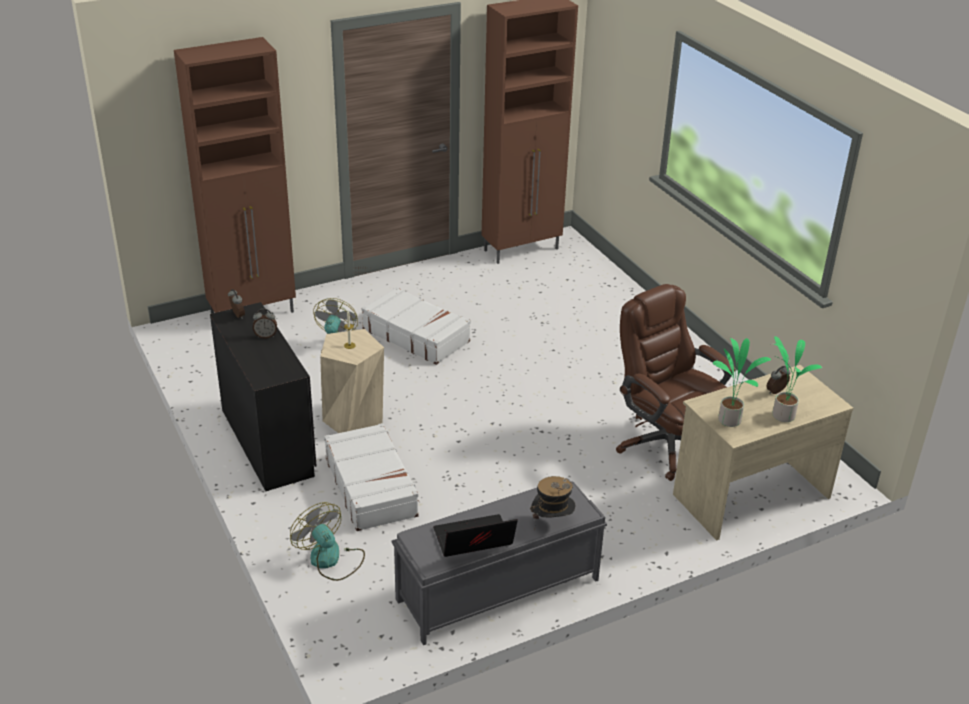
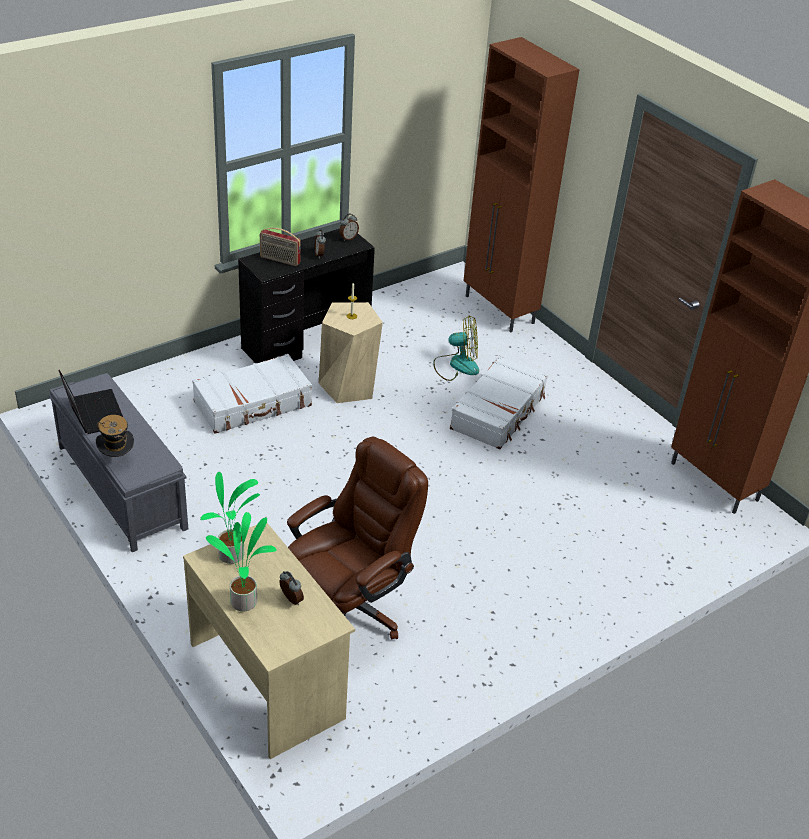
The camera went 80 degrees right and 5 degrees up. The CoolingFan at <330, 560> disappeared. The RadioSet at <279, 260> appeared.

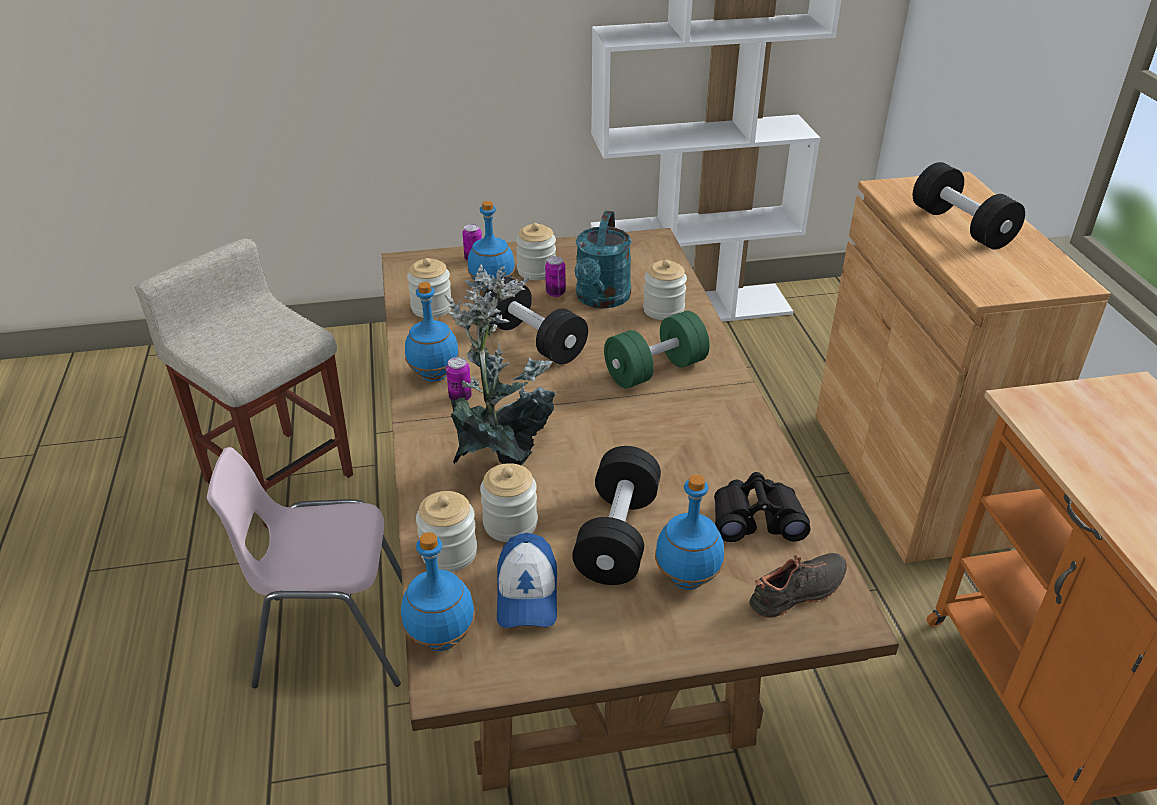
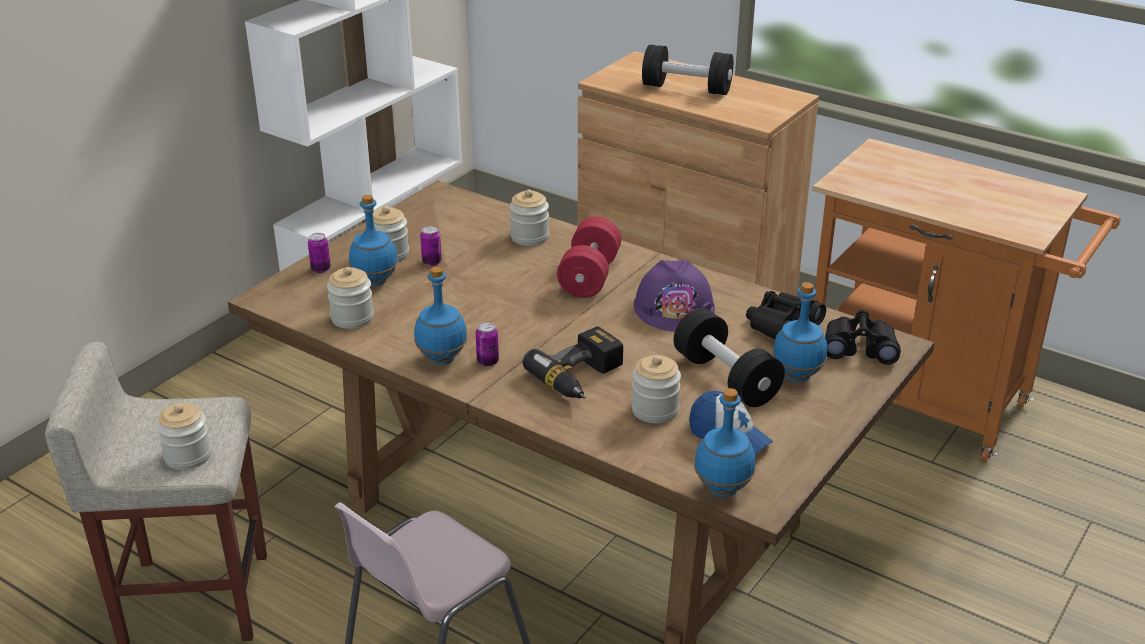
The camera went 45 degrees left and 5 degrees down. The StorageJar moved from <449, 553> to <188, 456>. The PottedPlant at <503, 456> was replaced by the Drill at <582, 378>. The BlackishDumbbell at <534, 340> disappeared. The TurquoiseWateringPot at <601, 299> disappeared. The GreenDumbbell at <655, 370> became the RedColouredDumbbell at <589, 277>. The BlackishShoe at <799, 594> was replaced by the BlackishBinoculars at <859, 348>. The PurpleColouredHardHat at <674, 307> appeared.

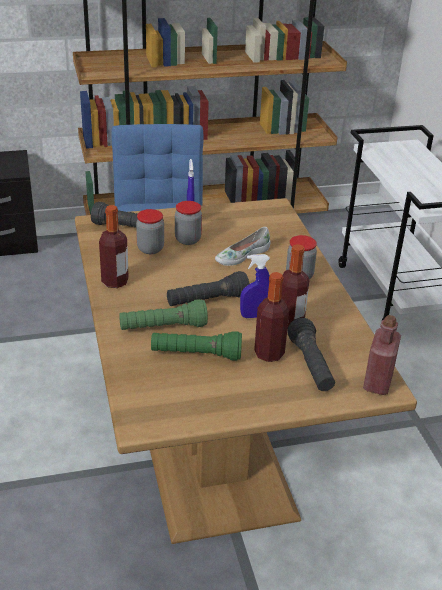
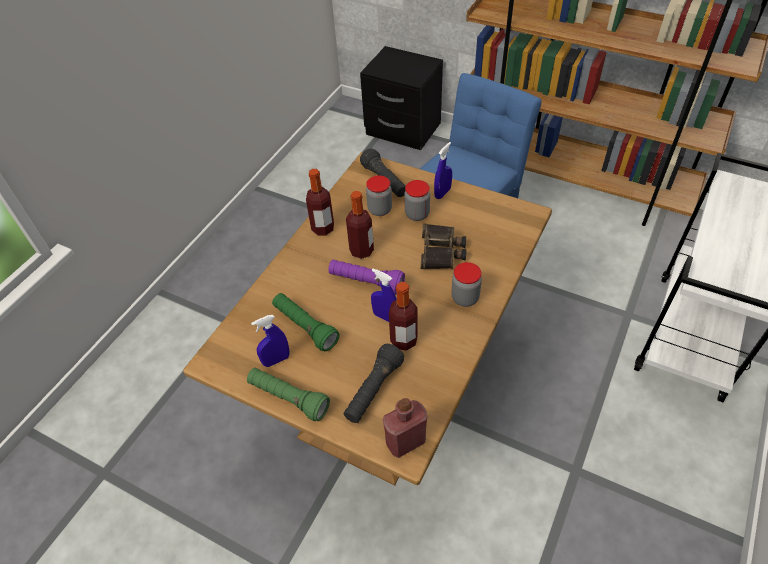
The camera went 45 degrees right and 15 degrees up. The GreenTorch moved from <163, 327> to <288, 398>. The BlackishTorch at <207, 301> became the PurpleColouredTorch at <366, 282>. The WhiteColouredShoe at <241, 255> was replaced by the Binoculars at <442, 251>. The DrinkBottle moved from <269, 353> to <361, 251>. The BlueSprayer at <276, 360> appeared.

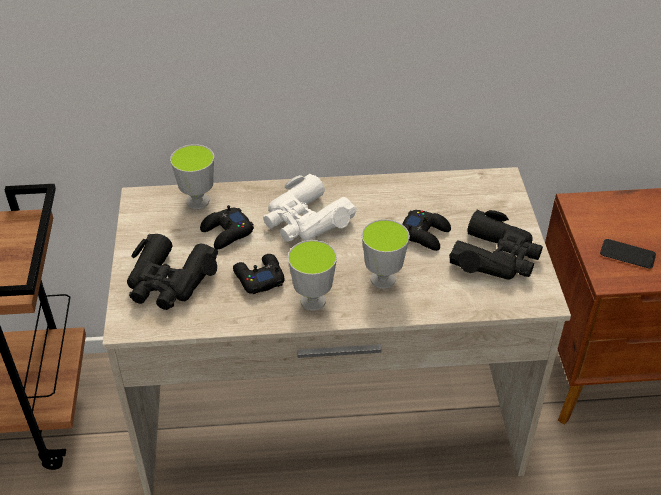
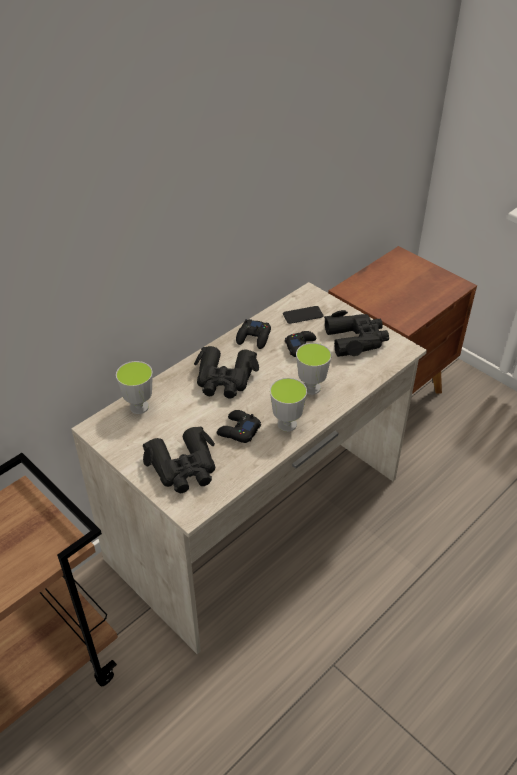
The camera went 40 degrees left and 0 degrees up. The BlackishJoypad moved from <227, 233> to <254, 337>. The WhiteColouredBinoculars at <306, 220> became the BlackishBinoculars at <224, 379>. The Phone moved from <627, 254> to <303, 315>.

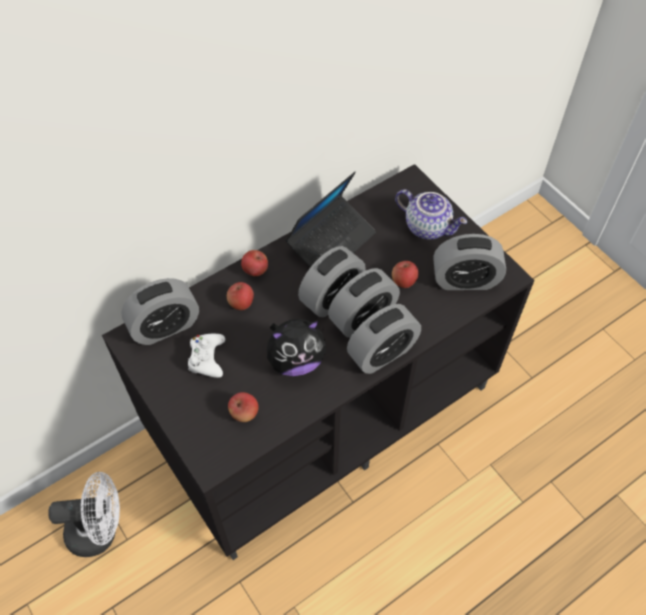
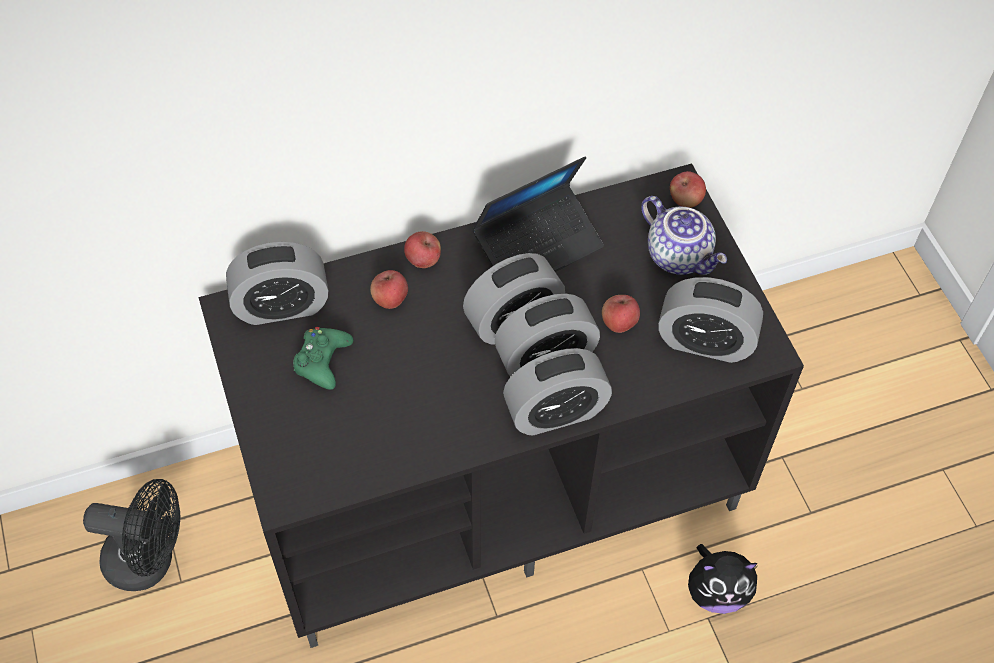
The camera went 15 degrees right and 0 degrees up. The WhiteColouredCoolingFan at <100, 530> became the BlackishCoolingFan at <150, 561>. The WhiteColouredJoypad at <207, 358> became the GreenJoypad at <322, 361>. The WholeApple moved from <244, 413> to <685, 200>. The CuddlyToy moved from <296, 360> to <717, 591>.

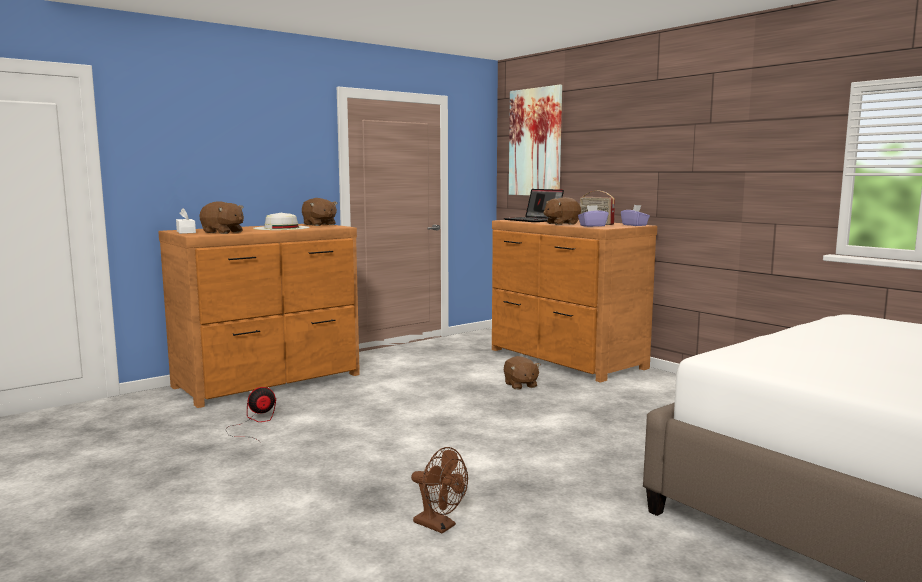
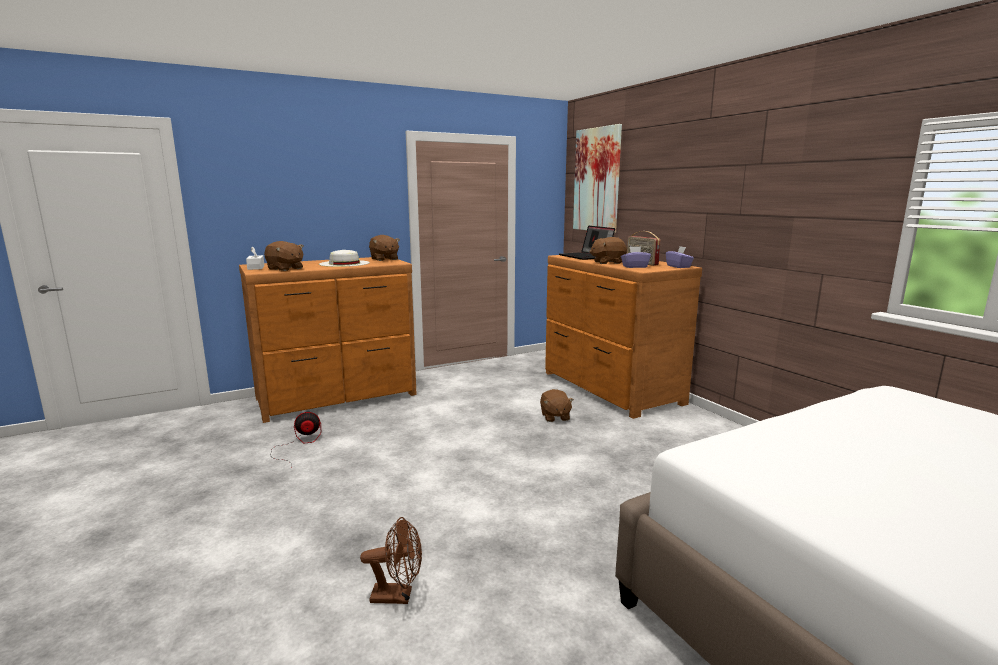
The camera went 10 degrees right and 5 degrees up. The BrownishCoolingFan at <440, 526> turned 45 degrees counterclockwise.

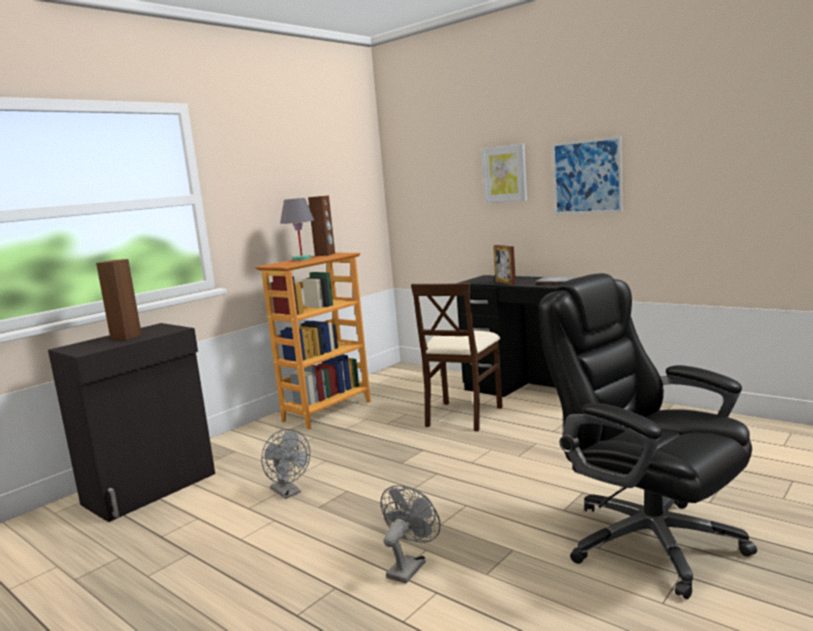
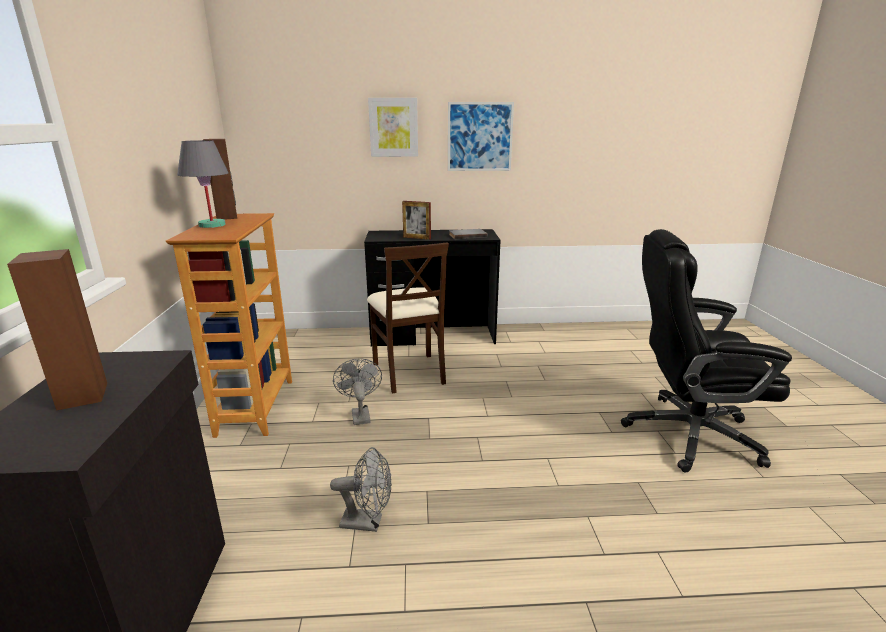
The camera went 45 degrees left and 10 degrees up. The GrayCoolingFan moved from <409, 566> to <360, 414>.

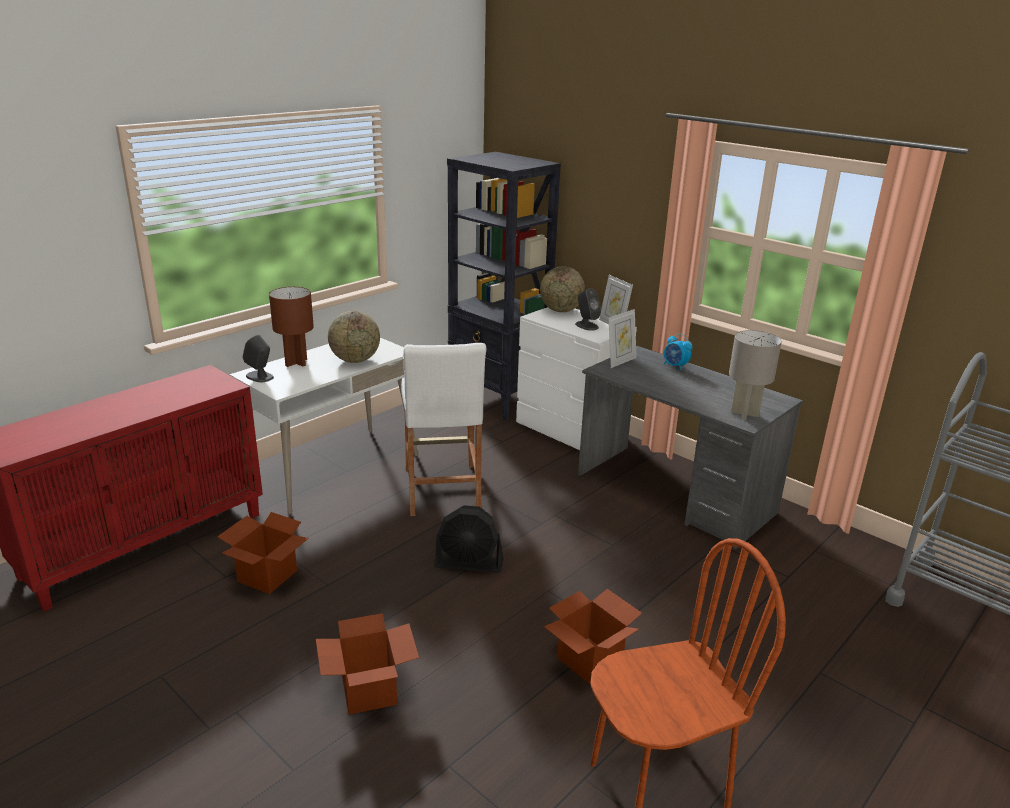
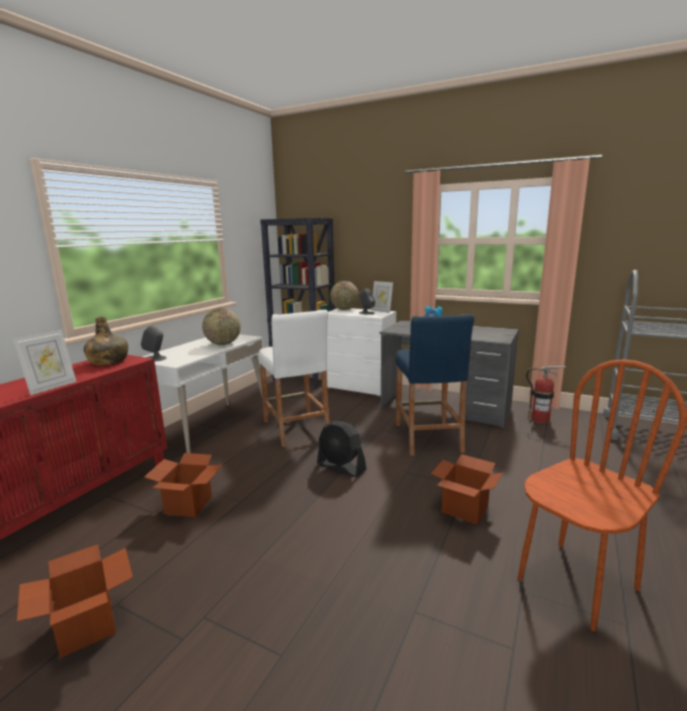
The camera went 15 degrees left and 10 degrees down. The BrownishLampForATable at <297, 362> disappeared. The Carton moved from <368, 691> to <86, 626>. The BlackishCoolingFan at <469, 563> turned 45 degrees clockwise. The PhotoFrame moved from <620, 361> to <52, 387>. The GrayLampForATable at <745, 414> disappeared. The GreenDrinkBottle at <108, 362> appeared. The BlueSittingStool at <428, 437> appeared. The FireExtinguisher at <540, 419> appeared.

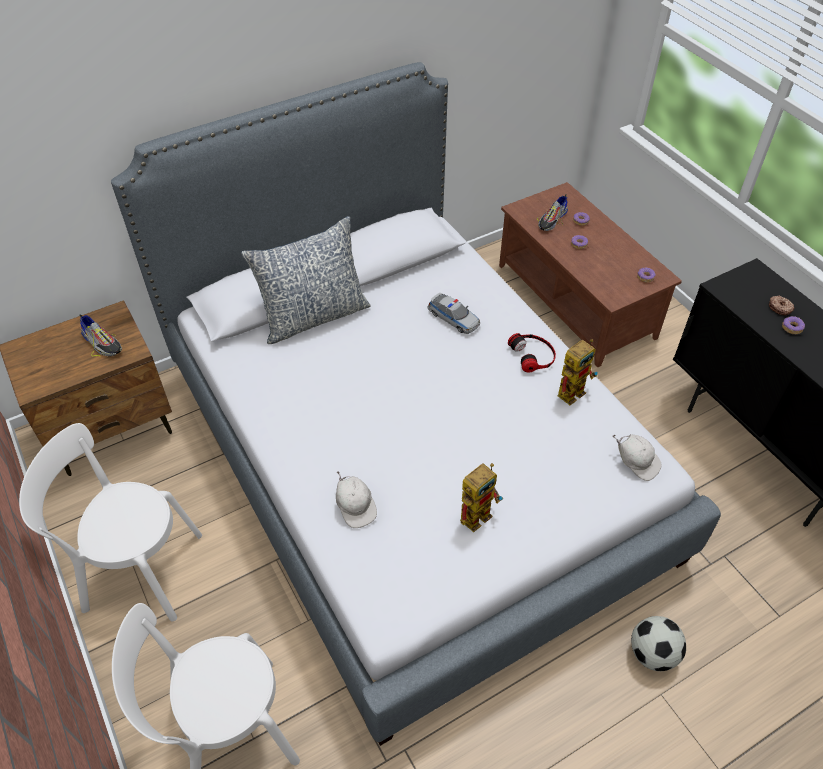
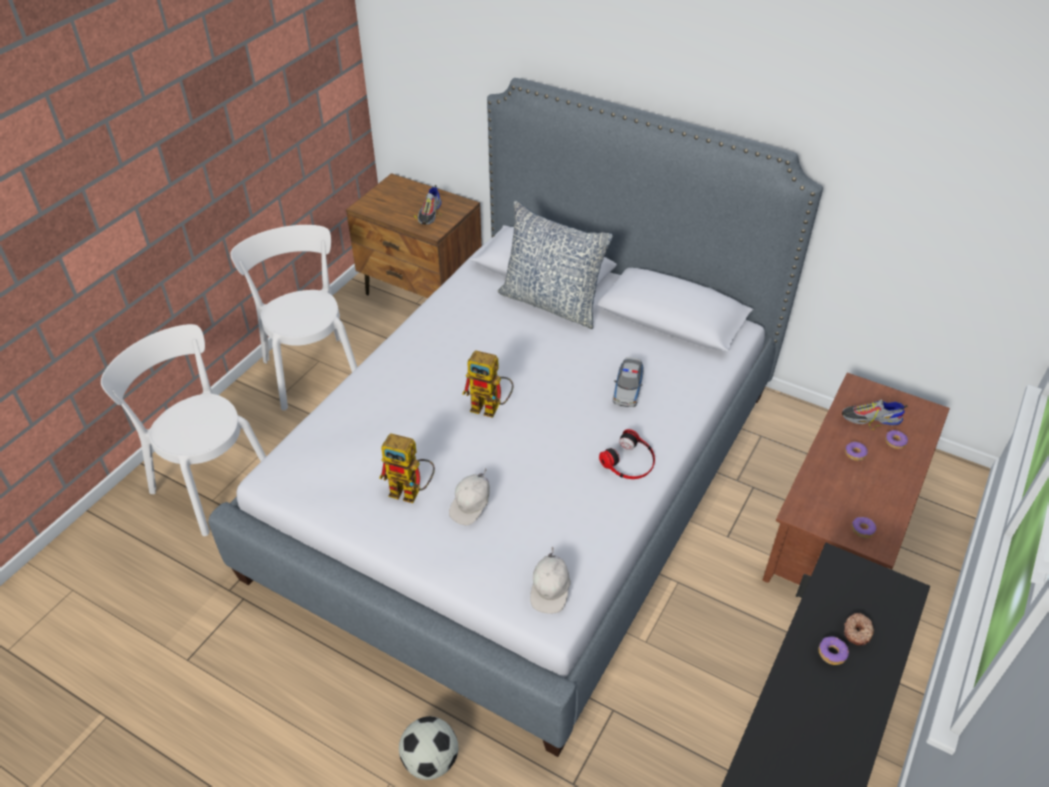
The camera went 60 degrees right and 5 degrees down. The WhiteColouredCap moved from <355, 507> to <471, 506>. The ToyRobot moved from <573, 389> to <491, 408>.

